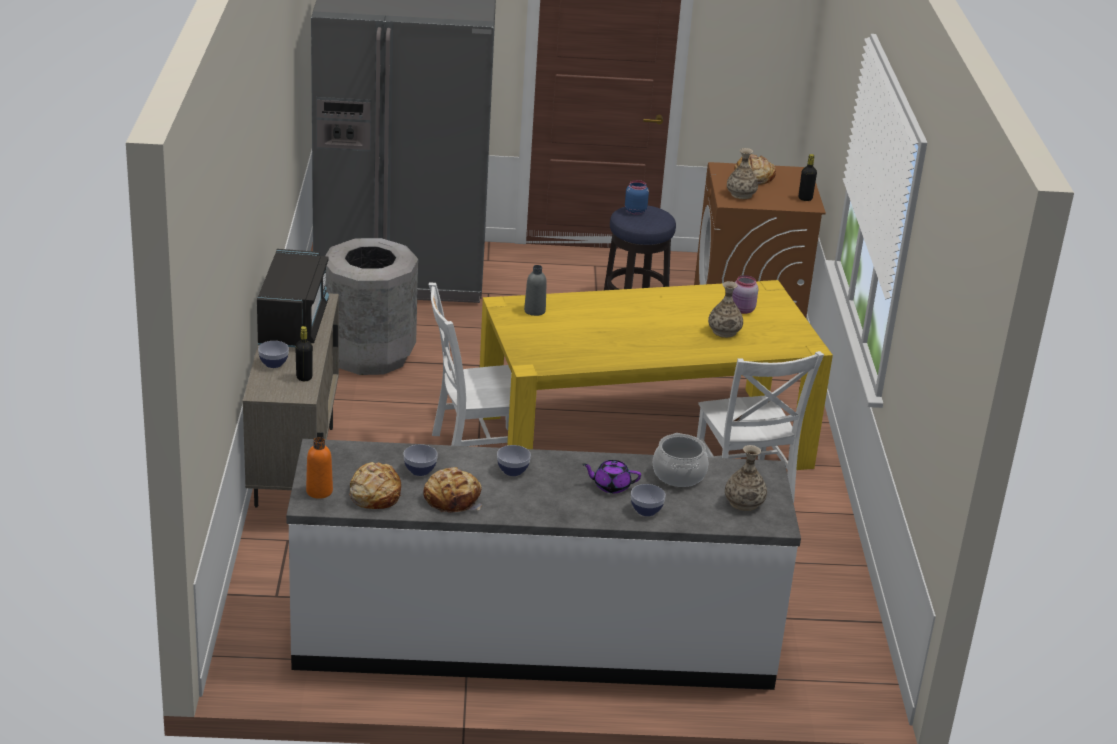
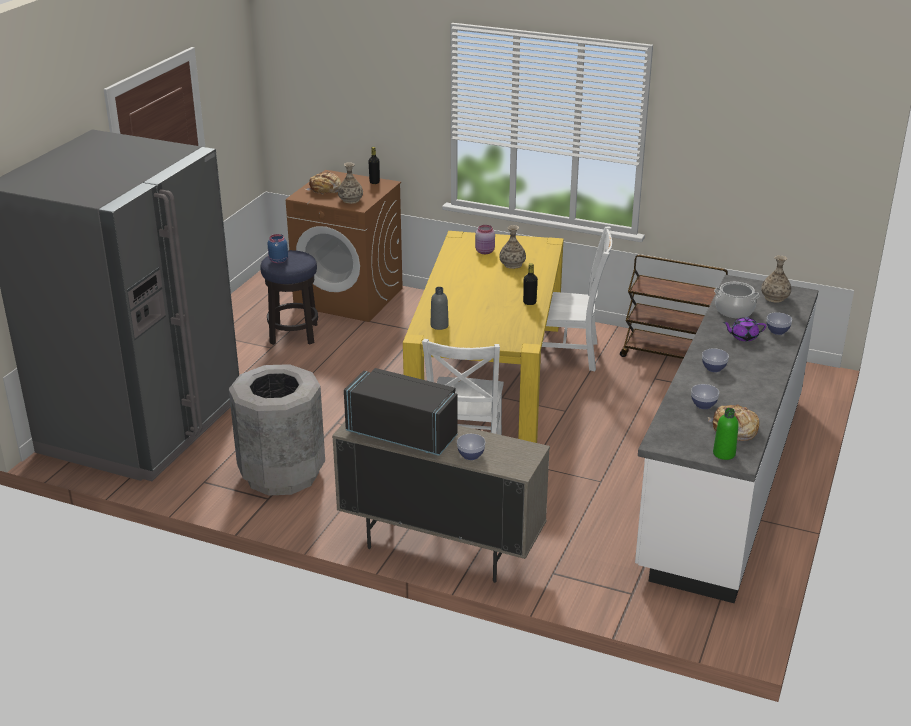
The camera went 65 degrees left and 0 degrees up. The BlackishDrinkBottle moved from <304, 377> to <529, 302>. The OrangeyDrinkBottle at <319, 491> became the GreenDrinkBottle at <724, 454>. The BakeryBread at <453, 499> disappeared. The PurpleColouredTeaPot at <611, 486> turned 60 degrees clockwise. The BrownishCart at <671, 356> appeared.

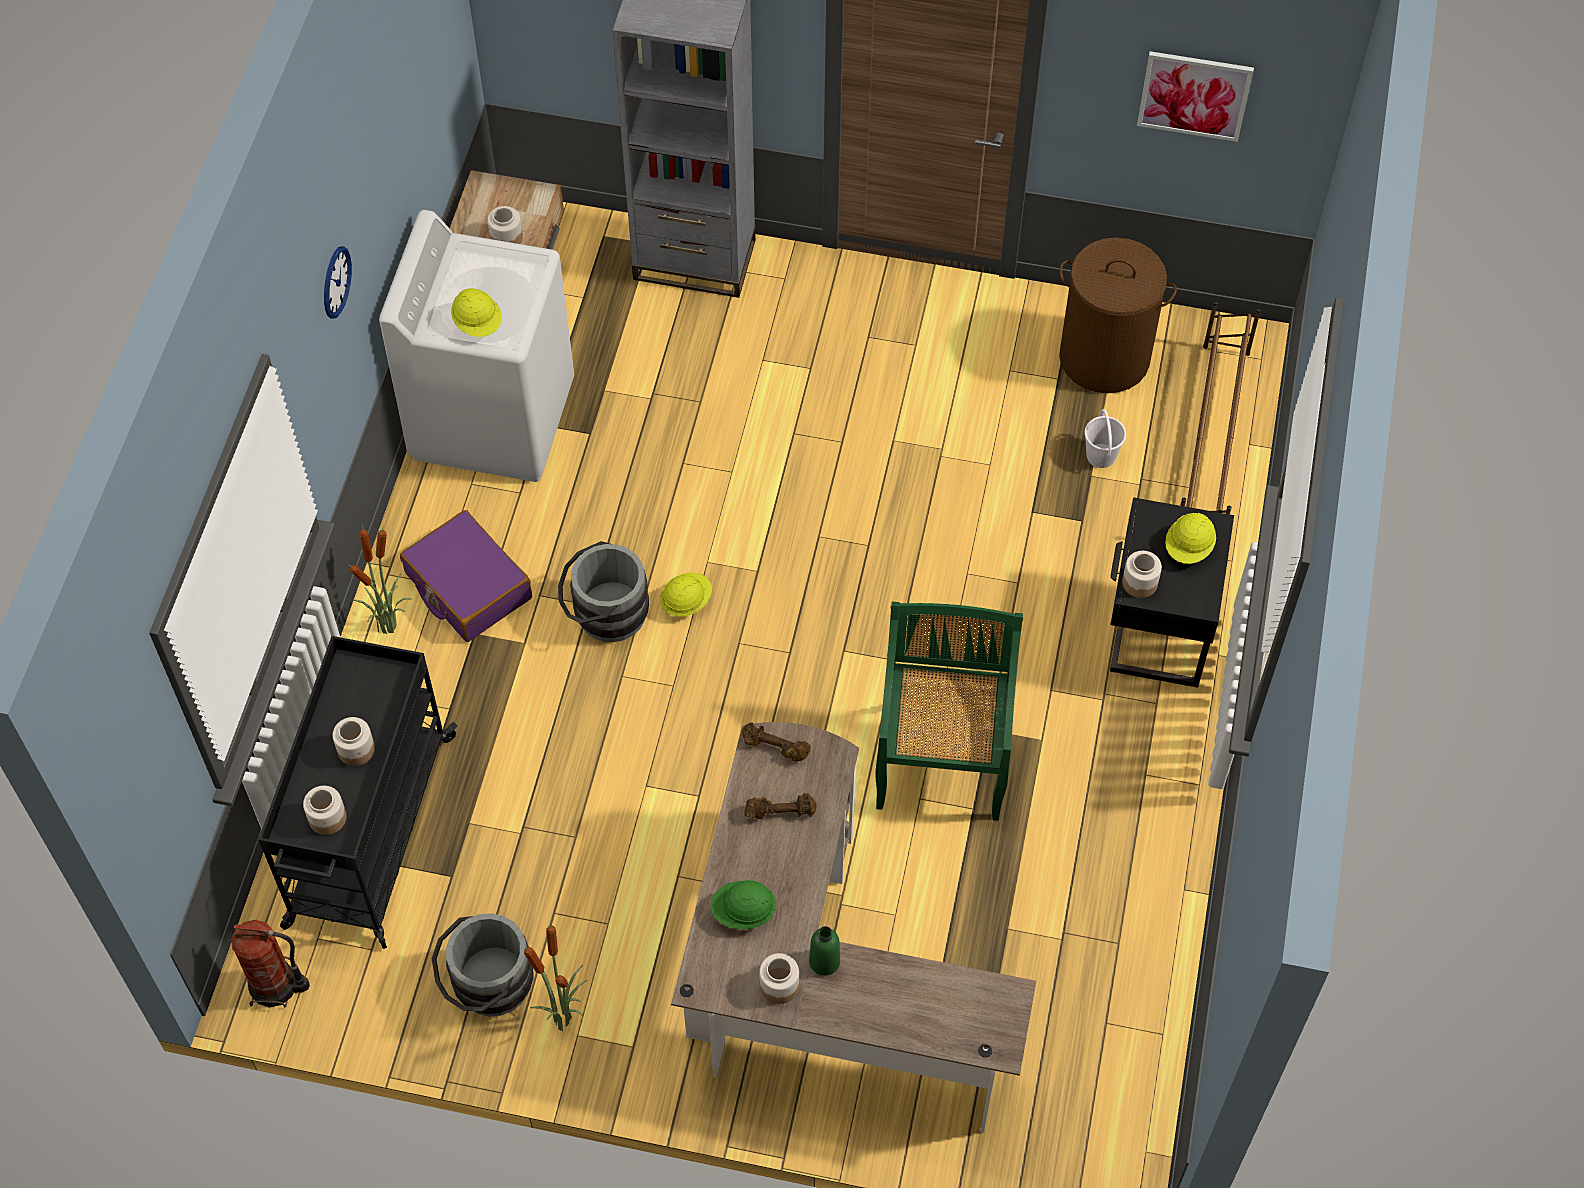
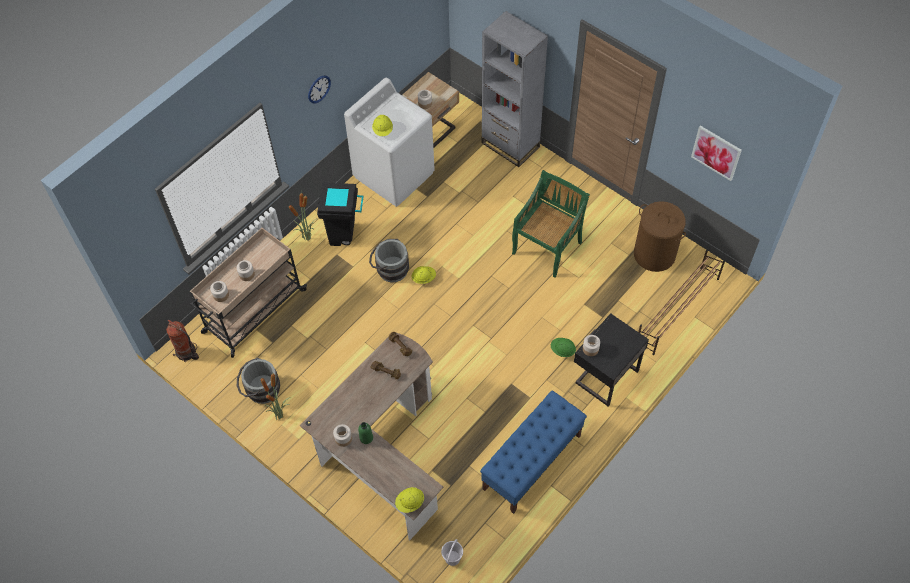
The camera went 30 degrees right and 0 degrees up. The BlackishCart at <369, 833> became the SandColouredCart at <253, 312>. The PurpleColouredTravelCase at <467, 586> was replaced by the BlackishTrashCan at <345, 235>. The GreenHardHat moved from <743, 912> to <562, 350>. The GreenUprightChair moved from <942, 758> to <547, 247>. The WhiteColouredWaterBucket moved from <1101, 456> to <452, 558>. The YellowHardHat moved from <1189, 548> to <410, 503>. The BlueIndoorBench at <531, 462> appeared.

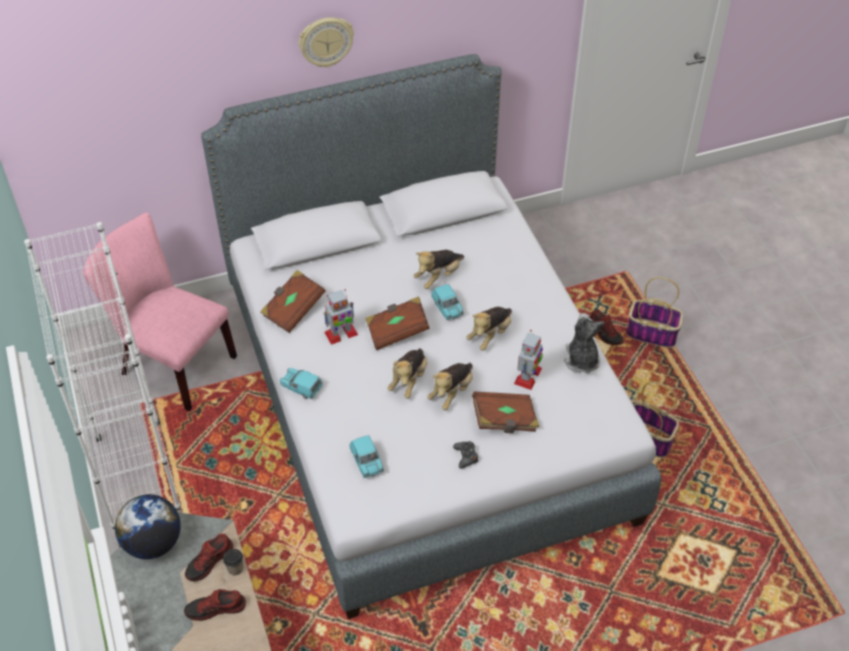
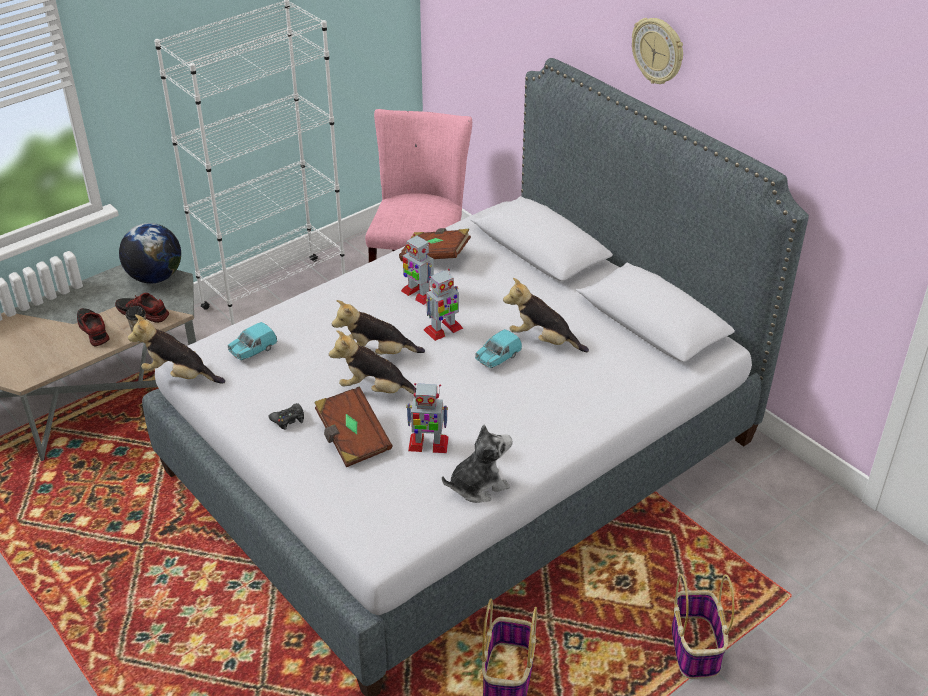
The camera went 70 degrees right and 10 degrees down. The TurquoiseModelCar at <301, 388> disappeared. The BrownishBoundBook at <397, 331> was replaced by the ToyRobot at <443, 329>. The CuddlyToy moved from <490, 335> to <179, 375>. The Shoe at <605, 332> disappeared.

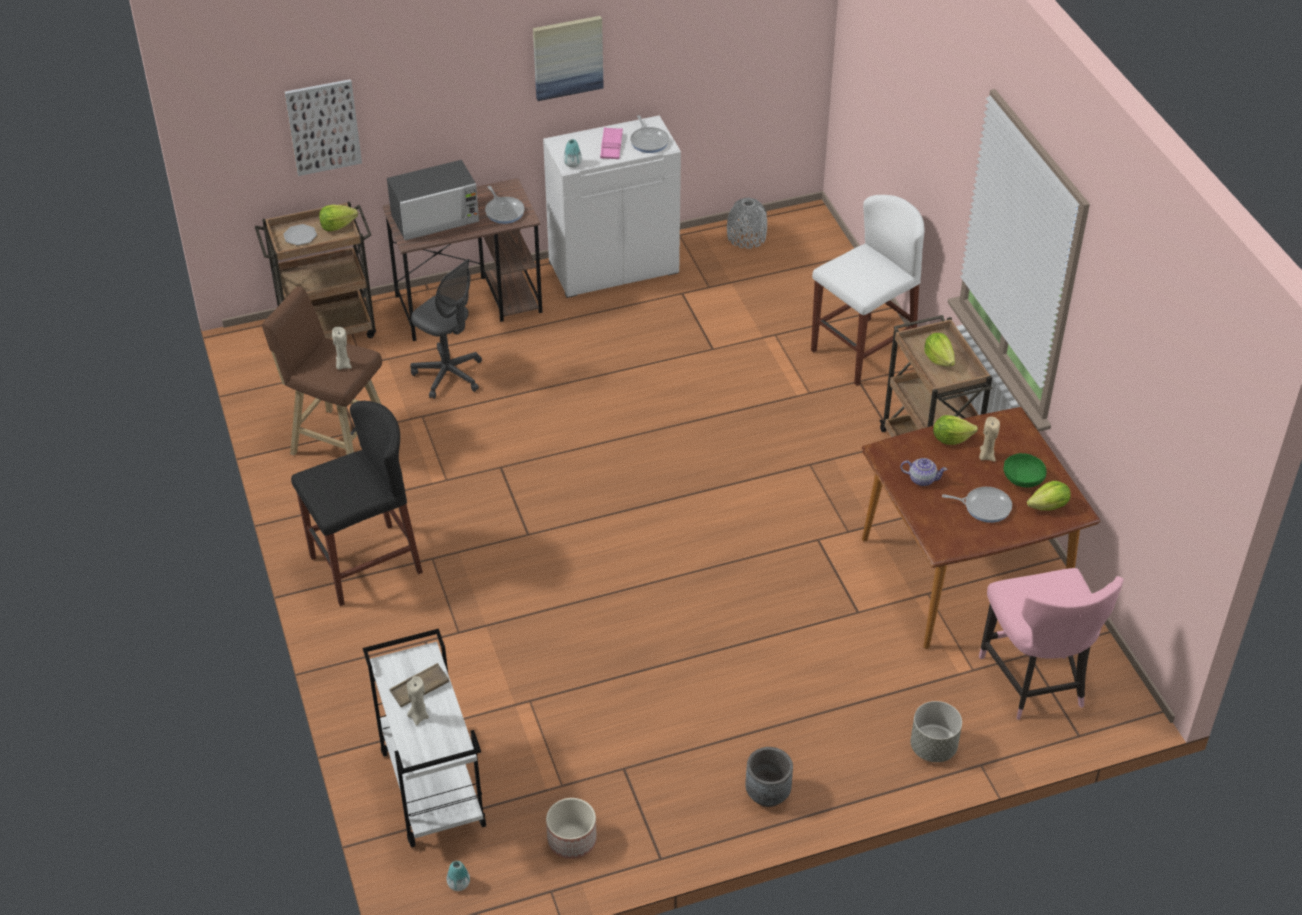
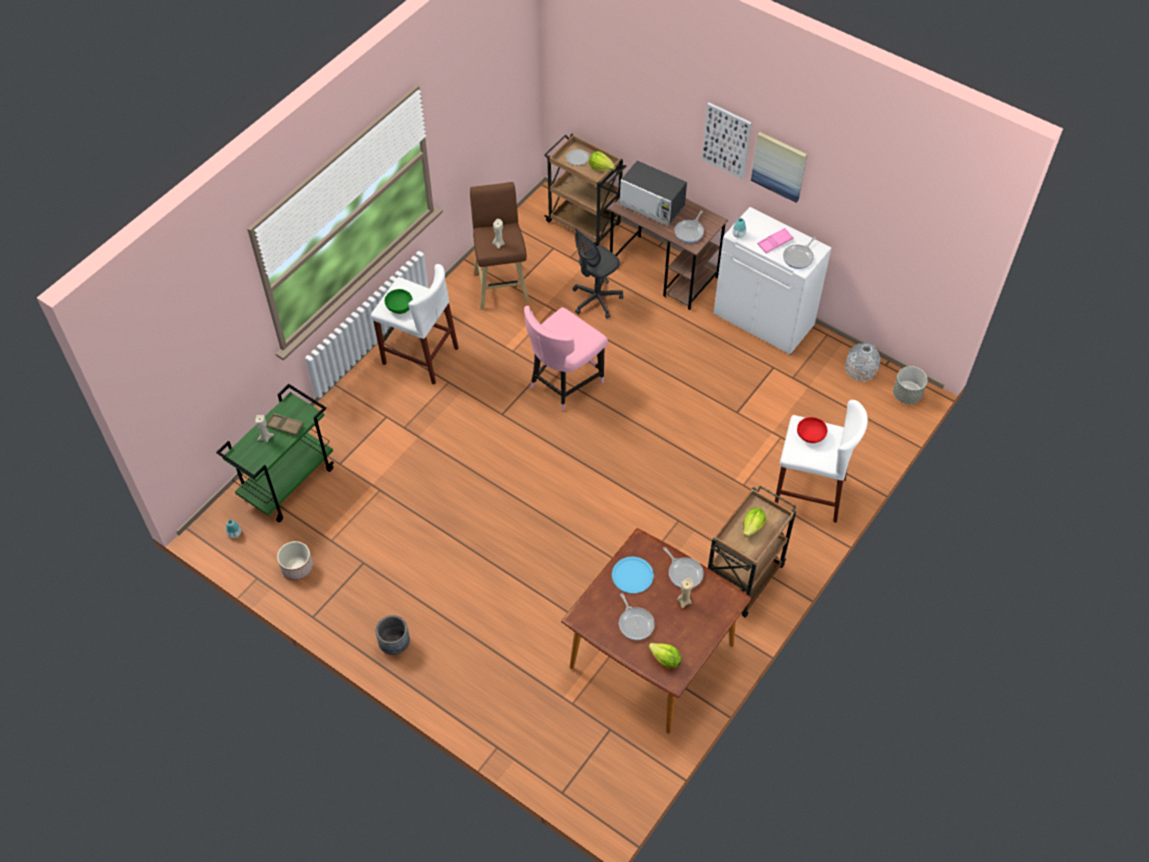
The camera went 55 degrees right and 10 degrees up. The WallArt moved from <323, 127> to <726, 140>. The BlackishSittingStool at <365, 565> became the WhiteColouredSittingStool at <420, 356>. The WhiteColouredCart at <431, 788> became the GreenCart at <288, 482>. The GrayDeskChair at <448, 375> turned 45 degrees clockwise. The TeaPot at <921, 479> was replaced by the BluePlate at <632, 575>. The GrayPlantPot moved from <933, 747> to <907, 395>. The LettuceHead at <951, 439> was replaced by the Pan at <684, 573>. The PinkishUprightChair moved from <1035, 682> to <563, 383>. The GreenDeepDish moved from <1022, 480> to <399, 307>. The RedColouredDeepDish at <810, 436> appeared.

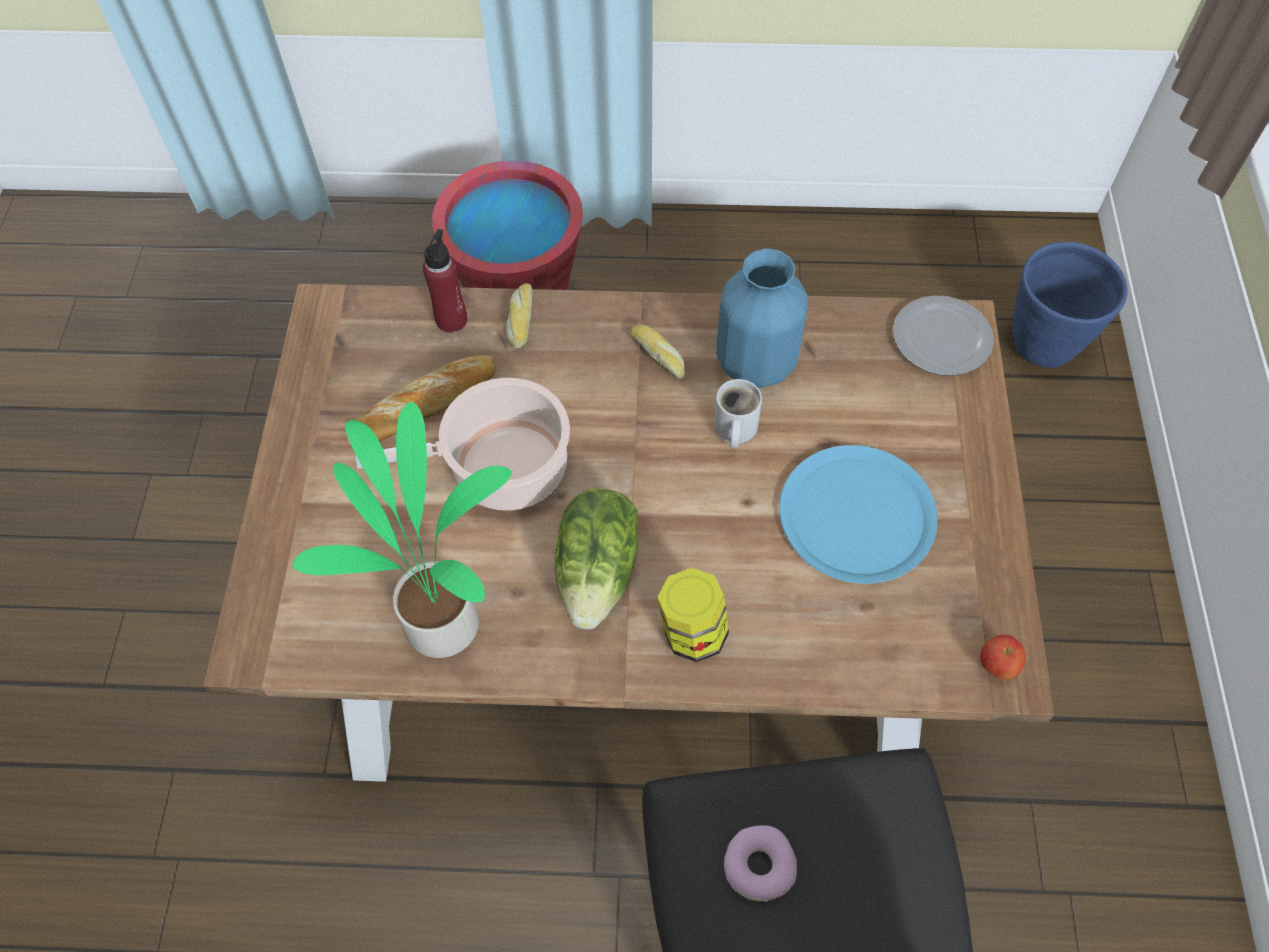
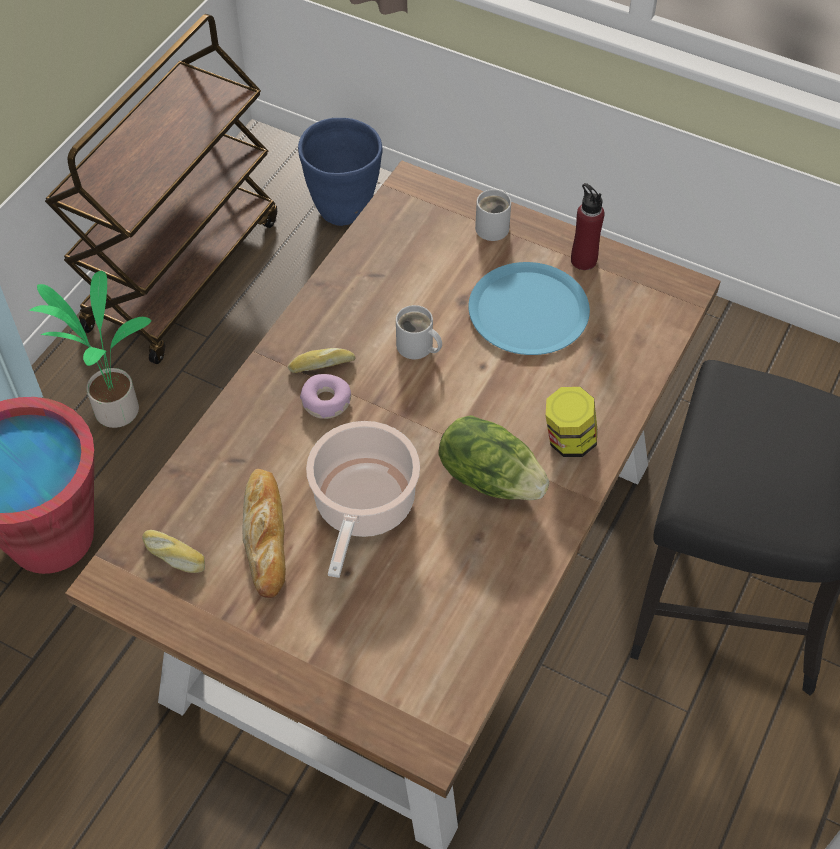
The camera went 65 degrees left and 5 degrees down. The PottedPlant moved from <445, 620> to <115, 409>. The RedColouredDrinkBottle moved from <451, 320> to <583, 260>. The BakeryBread moved from <520, 319> to <173, 556>. The BlueFlowerVase at <756, 364> disappeared. The RingDoughnut moved from <758, 866> to <326, 402>. The Plate at <941, 337> disappeared. The WholeApple at <997, 665> disappeared. The BrownishCart at <182, 272> appeared. The WhiteColouredMug at <494, 226> appeared.

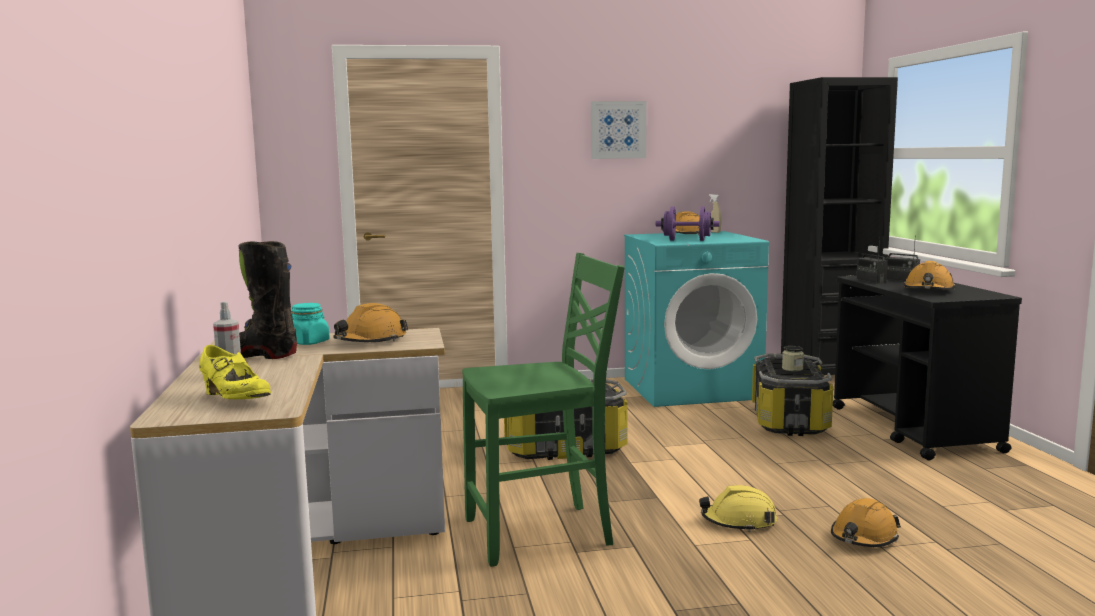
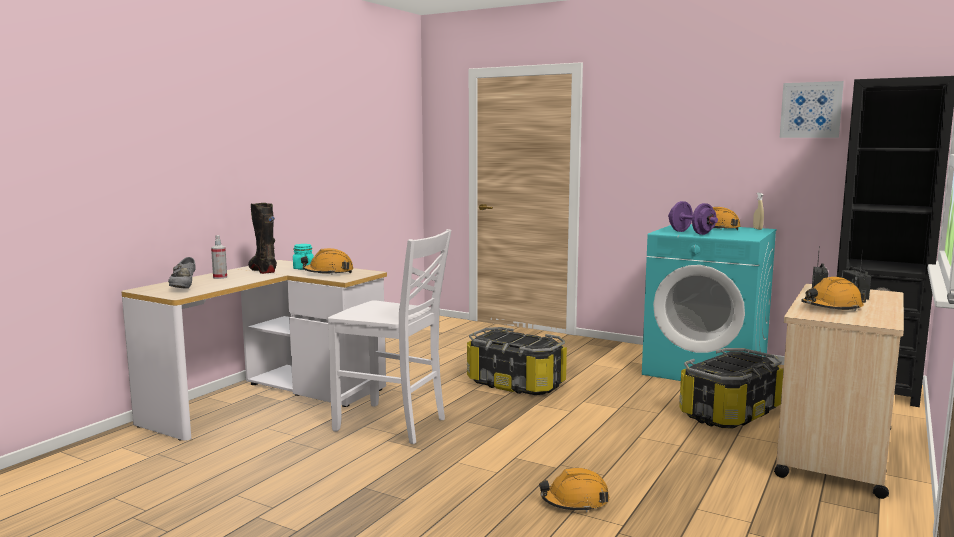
The camera went 40 degrees right and 0 degrees up. The YellowShoe at <235, 399> became the GrayShoe at <183, 288>. The GreenUprightChair at <541, 533> became the WhiteColouredUprightChair at <392, 424>. The WallArt moved from <618, 130> to <811, 110>. The YellowHardHat at <739, 521> disappeared. The StorageJar at <792, 369> disappeared. The BlackishCart at <914, 429> became the SandColouredCart at <835, 452>.

